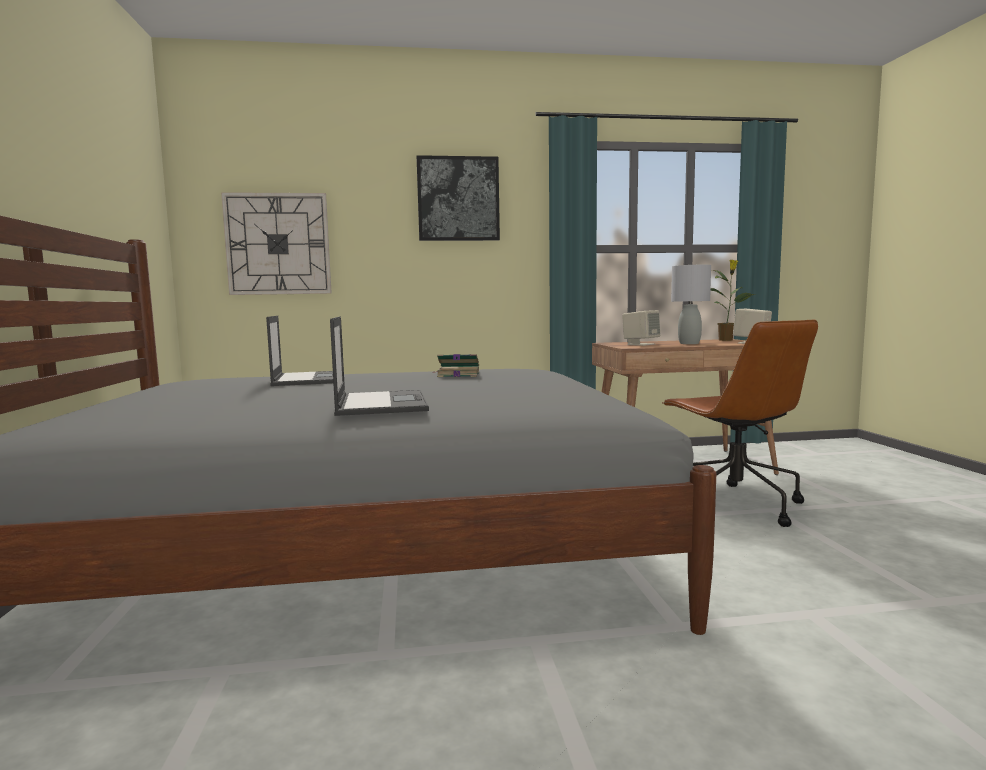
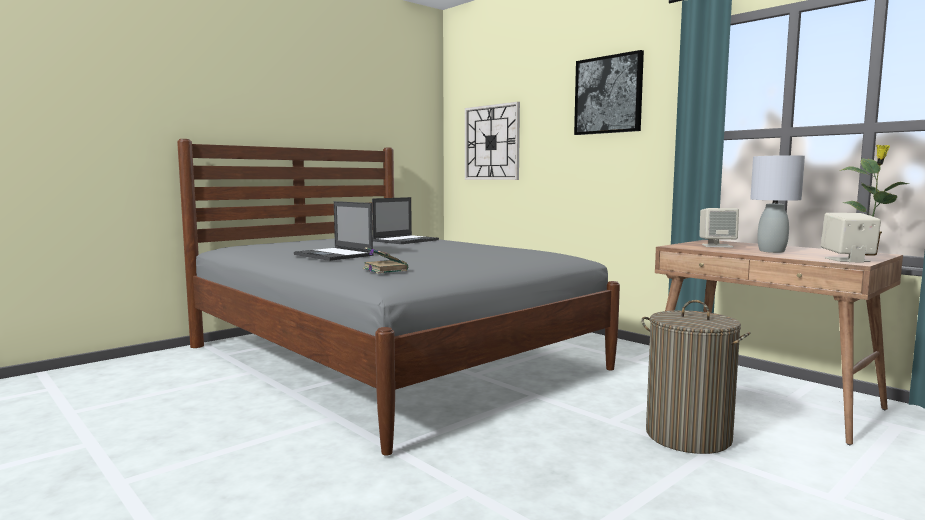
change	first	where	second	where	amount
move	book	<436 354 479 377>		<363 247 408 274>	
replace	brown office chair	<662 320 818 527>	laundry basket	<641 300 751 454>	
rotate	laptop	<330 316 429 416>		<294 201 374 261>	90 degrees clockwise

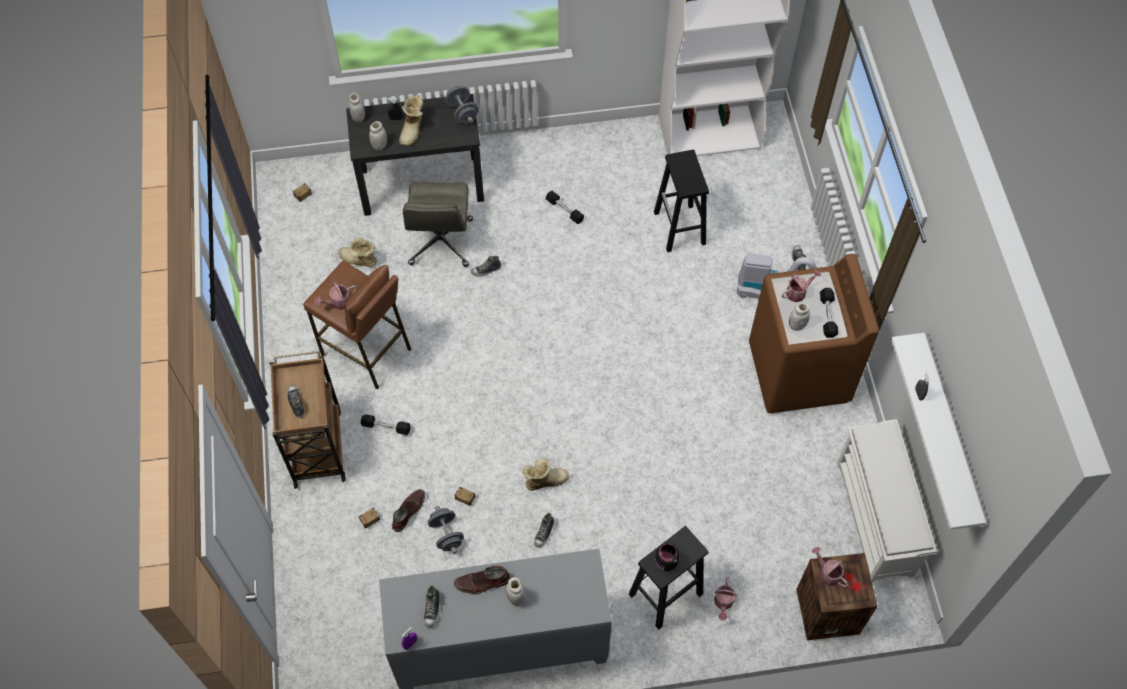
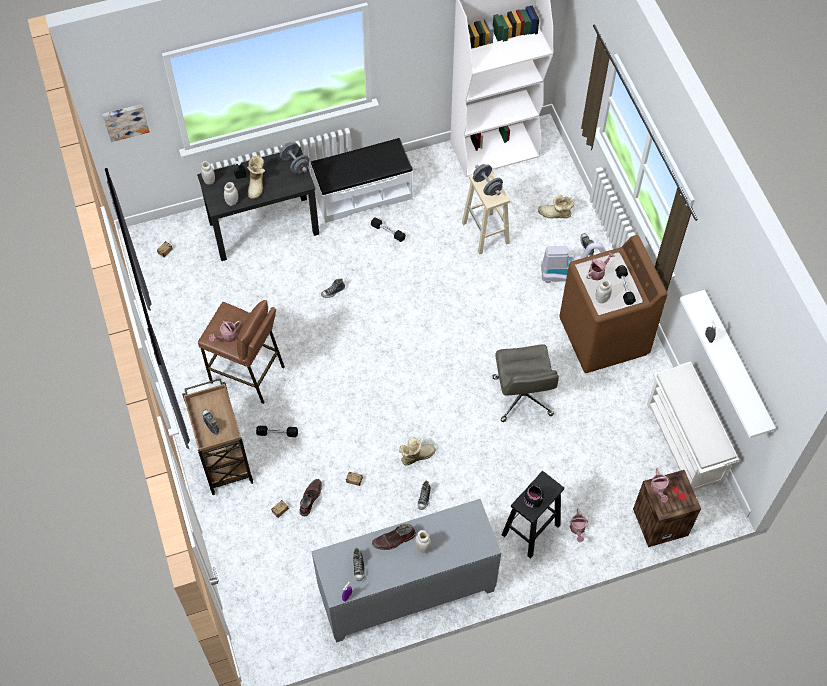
change	first	where	second	where	amount
insert			picture	<102 104 150 142>	
insert			white bench	<311 138 413 223>	
move	boot	<339 237 377 267>		<538 195 575 218>	
move	grey office chair	<403 181 473 267>		<493 344 559 422>	
move	grey dumbbell	<428 506 464 554>		<473 164 503 196>	
recolor	black stool	<654 150 709 252>	beige stool	<462 170 510 255>	
rotate	watering can	<812 547 849 588>		<650 468 670 503>	135 degrees counterclockwise

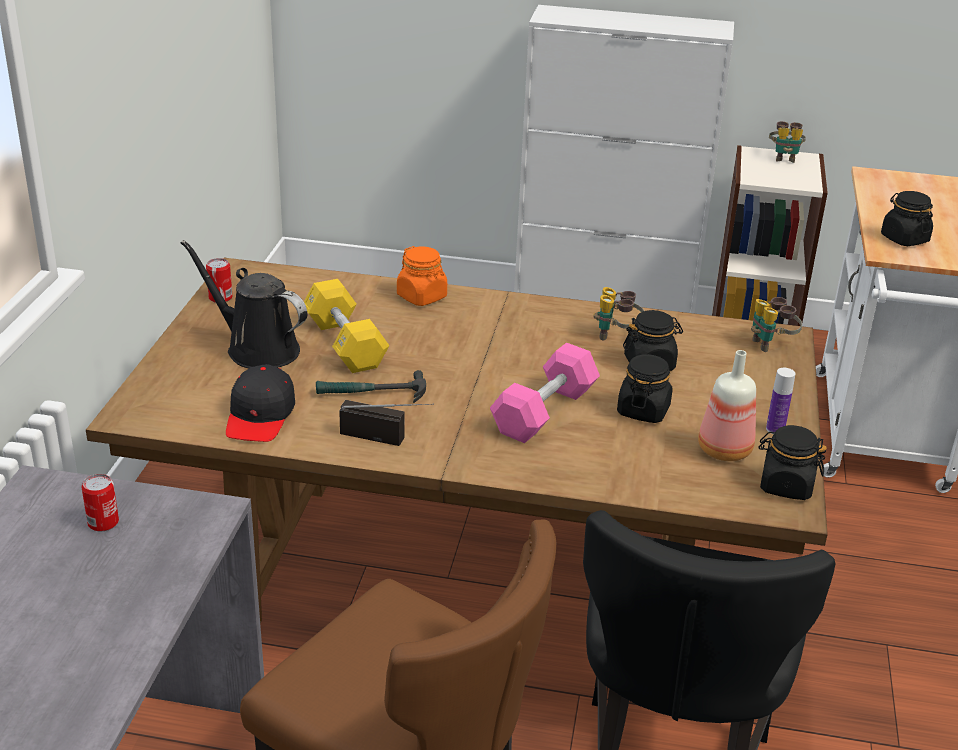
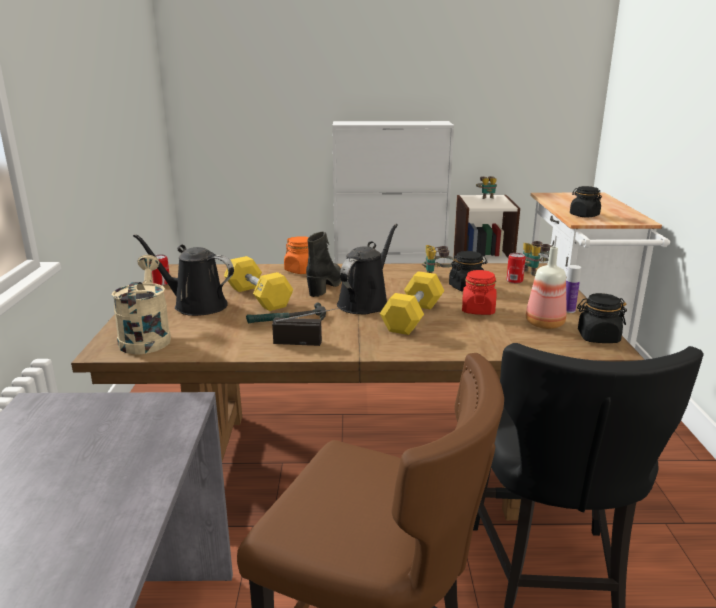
change	first	where	second	where	amount
delete	black cap	<226 364 295 442>			
insert			beige watering can	<112 255 171 354>	
insert			black boot	<306 231 341 297>	
insert			black watering can	<337 224 398 314>	
move	can	<82 474 119 531>		<506 253 526 283>	
recolor	pink dumbbell	<490 343 600 443>	yellow dumbbell	<380 271 445 335>	
recolor	black jar	<617 354 672 423>	red jar	<462 270 496 315>	

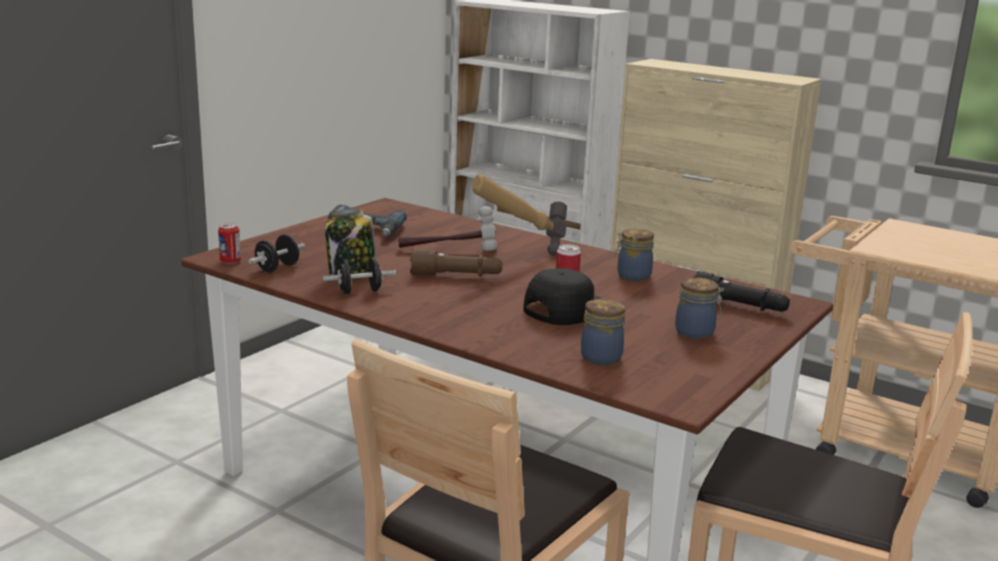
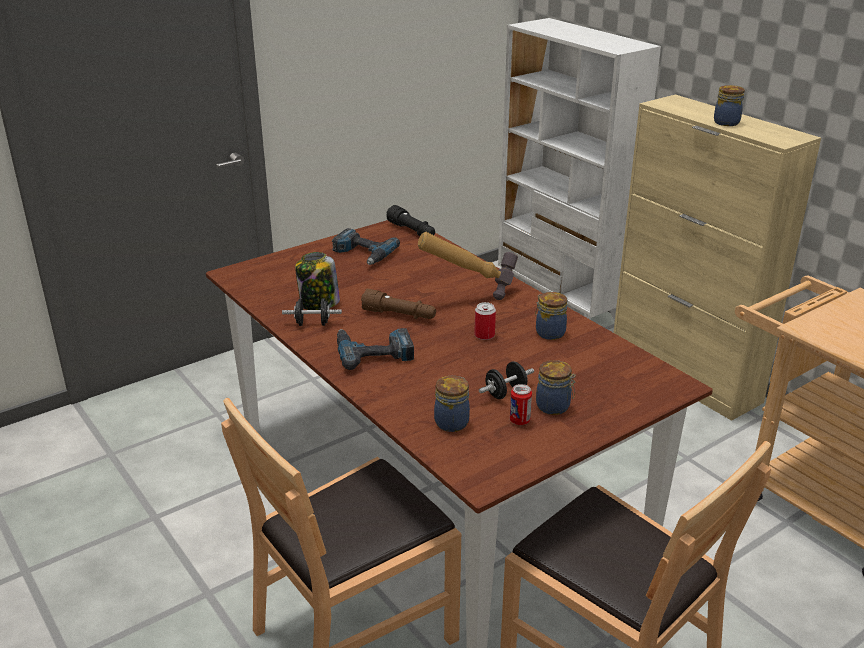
change	first	where	second	where	amount
delete	hammer	<398 206 497 251>			
delete	black cap	<523 268 603 325>			
insert			power drill	<337 328 414 370>	
insert			jar	<714 85 745 126>	
move	can	<218 223 241 264>		<510 384 532 425>	
move	black dumbbell	<249 234 305 272>		<479 362 534 399>	
move	black flashlight	<694 271 790 312>		<386 205 435 236>	

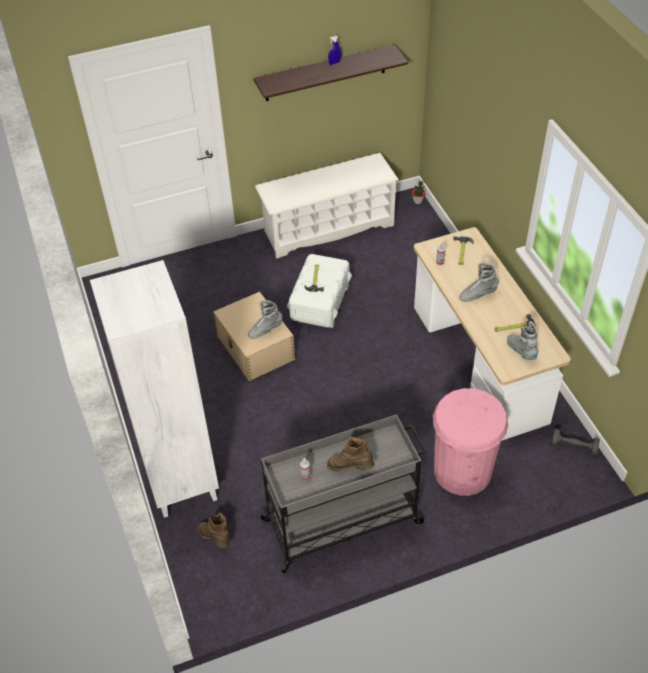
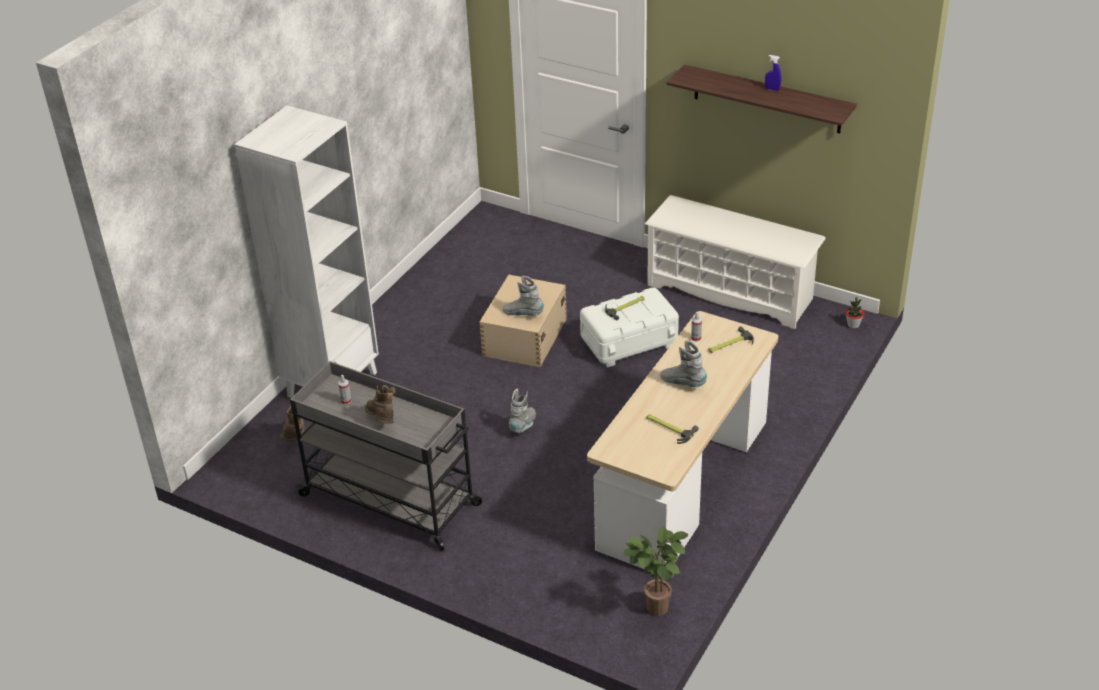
change	first	where	second	where	amount
delete	pink trash can	<433 388 508 496>			
move	grey boot	<507 321 539 360>		<509 389 536 433>	
replace	grey dumbbell	<551 428 600 456>	potted plant	<623 527 688 616>	

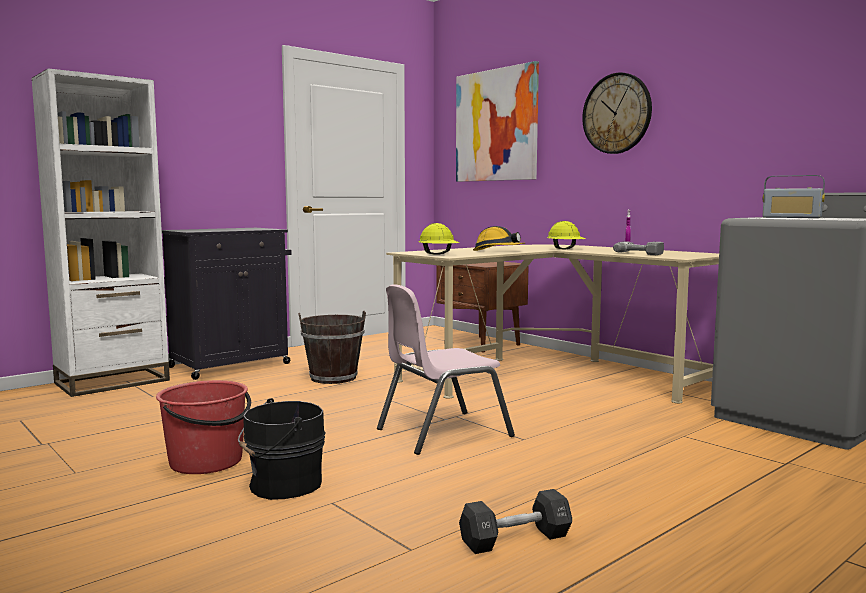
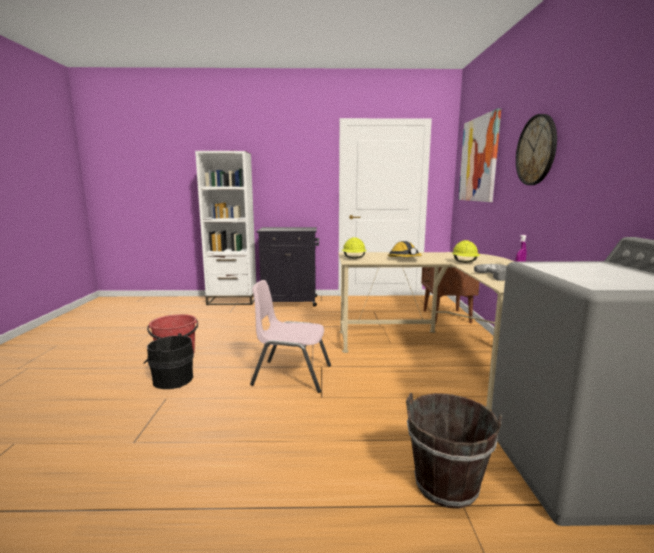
change	first	where	second	where	amount
delete	black dumbbell	<459 489 572 554>			
delete	radio	<763 175 825 218>			
move	brown bucket	<298 311 366 384>		<406 393 502 509>	

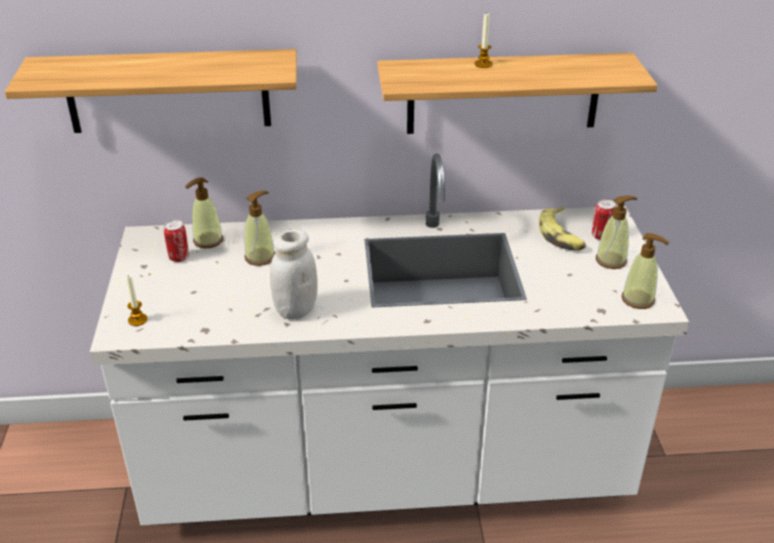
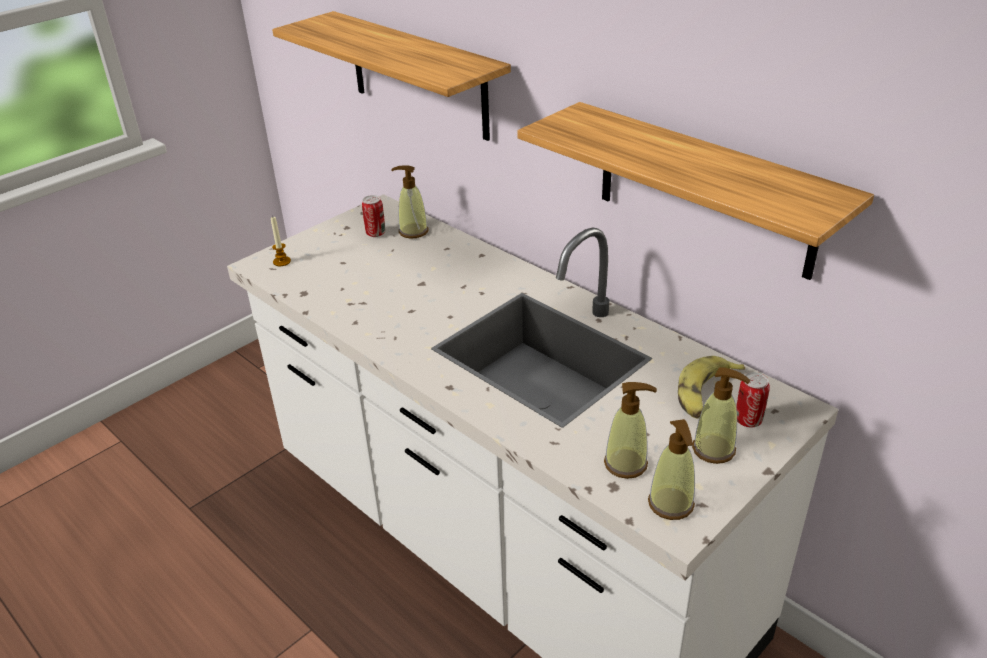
change	first	where	second	where	amount
delete	white jar	<270 229 317 319>			
delete	candle	<475 14 493 68>			
move	soap dispenser	<244 191 275 266>		<604 382 657 479>	

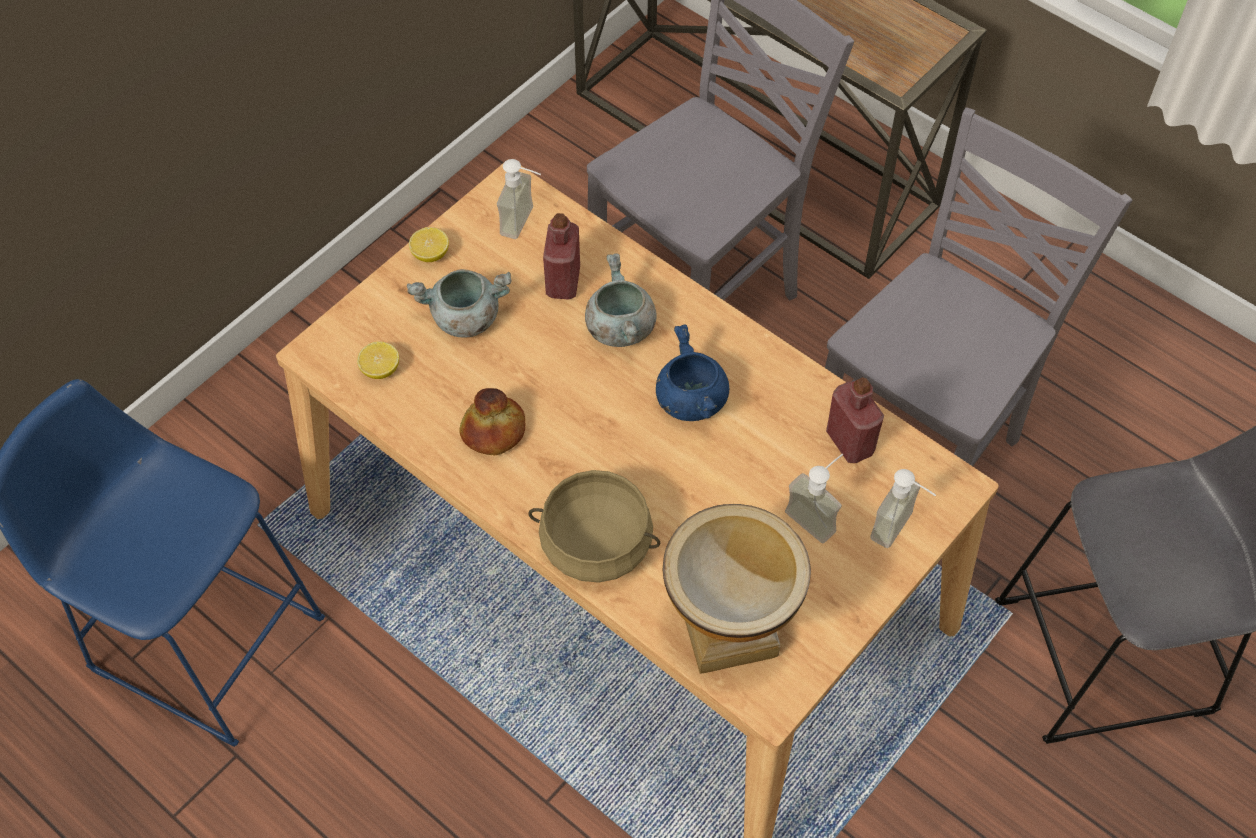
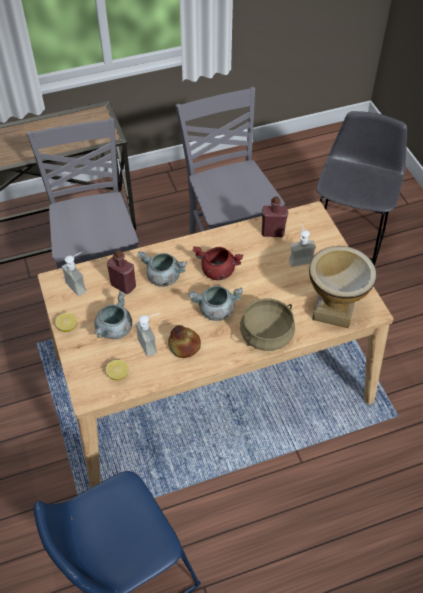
change	first	where	second	where	amount
insert			grey cooking pot	<189 286 243 321>	
move	soap dispenser	<870 469 936 548>		<135 313 160 357>	
recolor	blue cooking pot	<656 325 729 421>	red cooking pot	<192 246 243 280>	

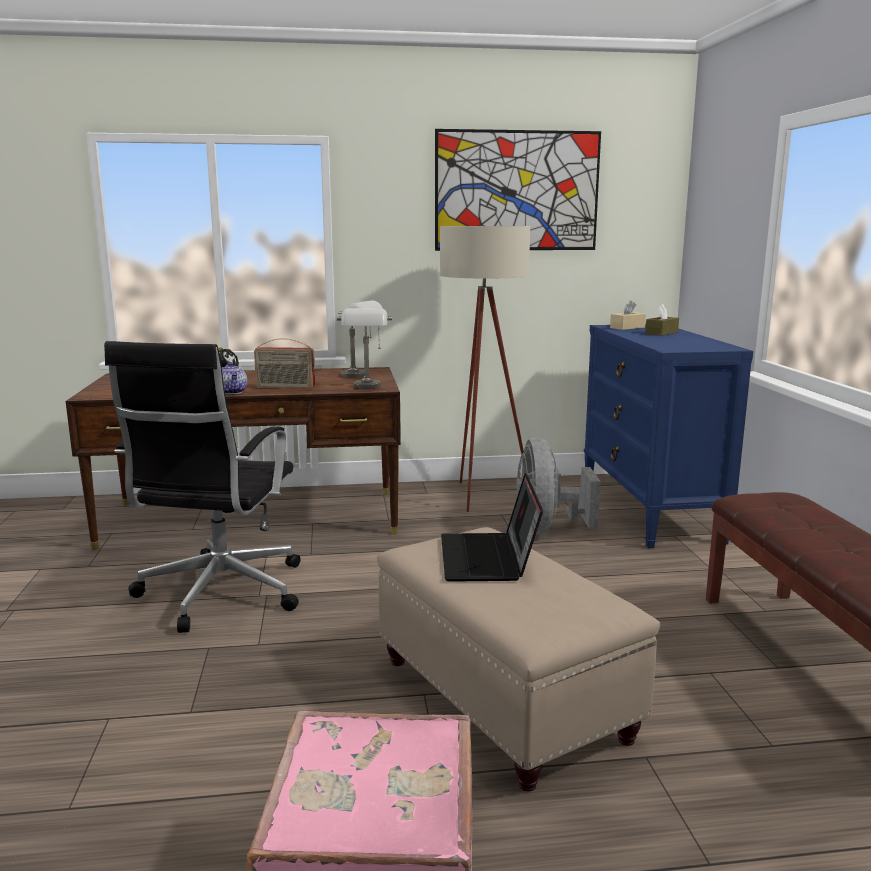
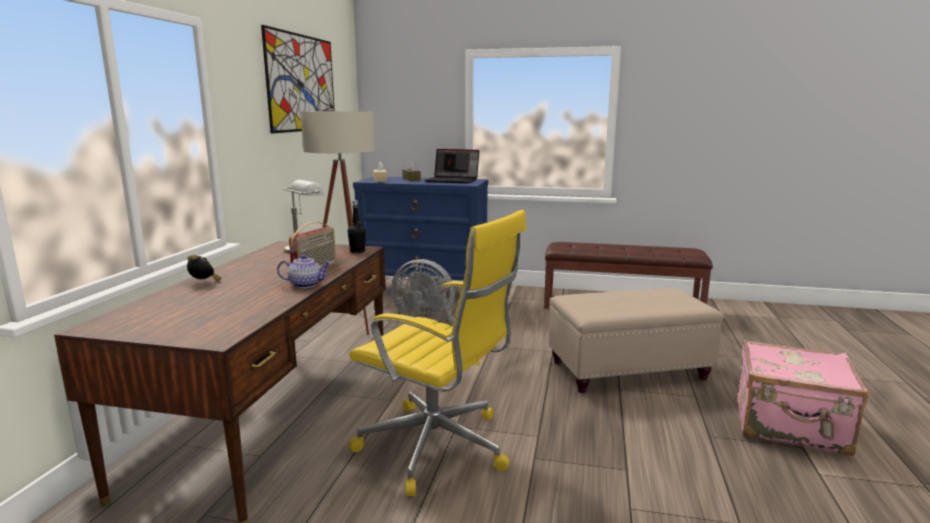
change	first	where	second	where	amount
move	laptop	<441 473 543 582>		<424 149 479 183>	
replace	grey table lamp	<337 308 392 389>	black bottle	<348 200 366 253>	
recolor	black office chair	<104 341 301 633>	yellow office chair	<349 210 527 496>	

